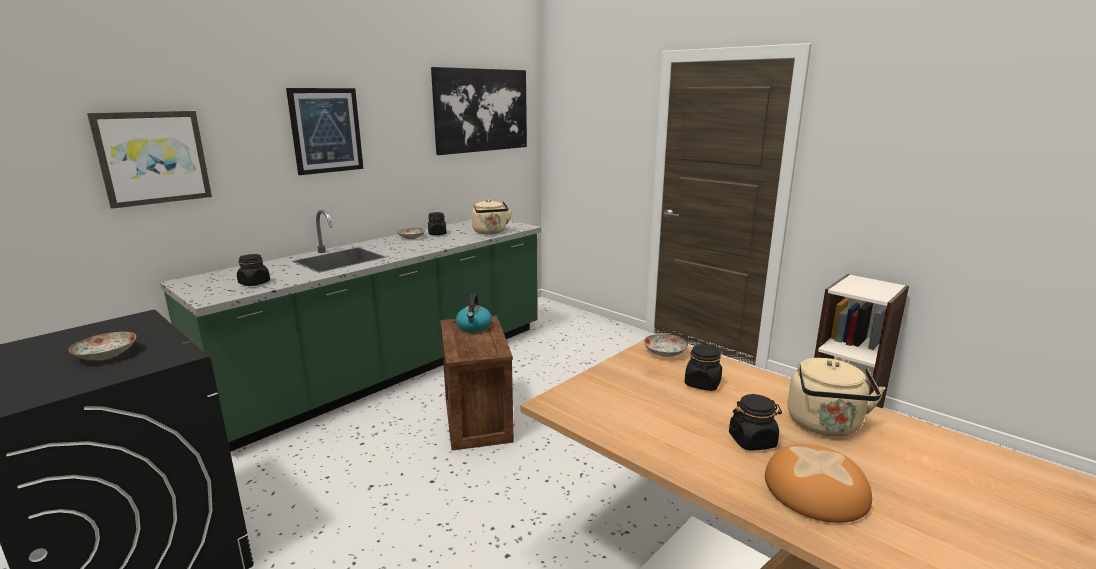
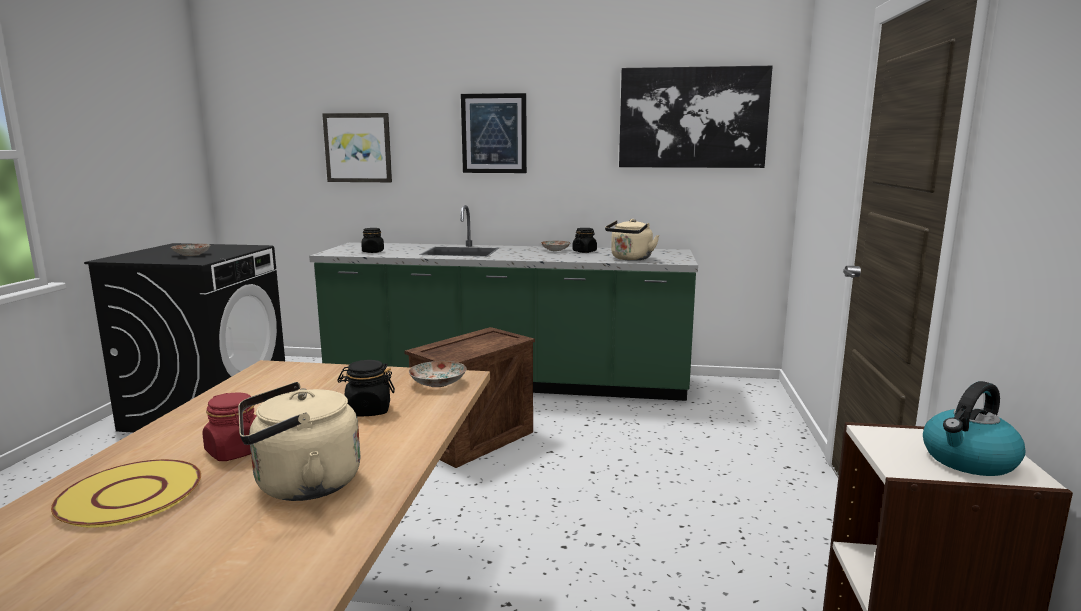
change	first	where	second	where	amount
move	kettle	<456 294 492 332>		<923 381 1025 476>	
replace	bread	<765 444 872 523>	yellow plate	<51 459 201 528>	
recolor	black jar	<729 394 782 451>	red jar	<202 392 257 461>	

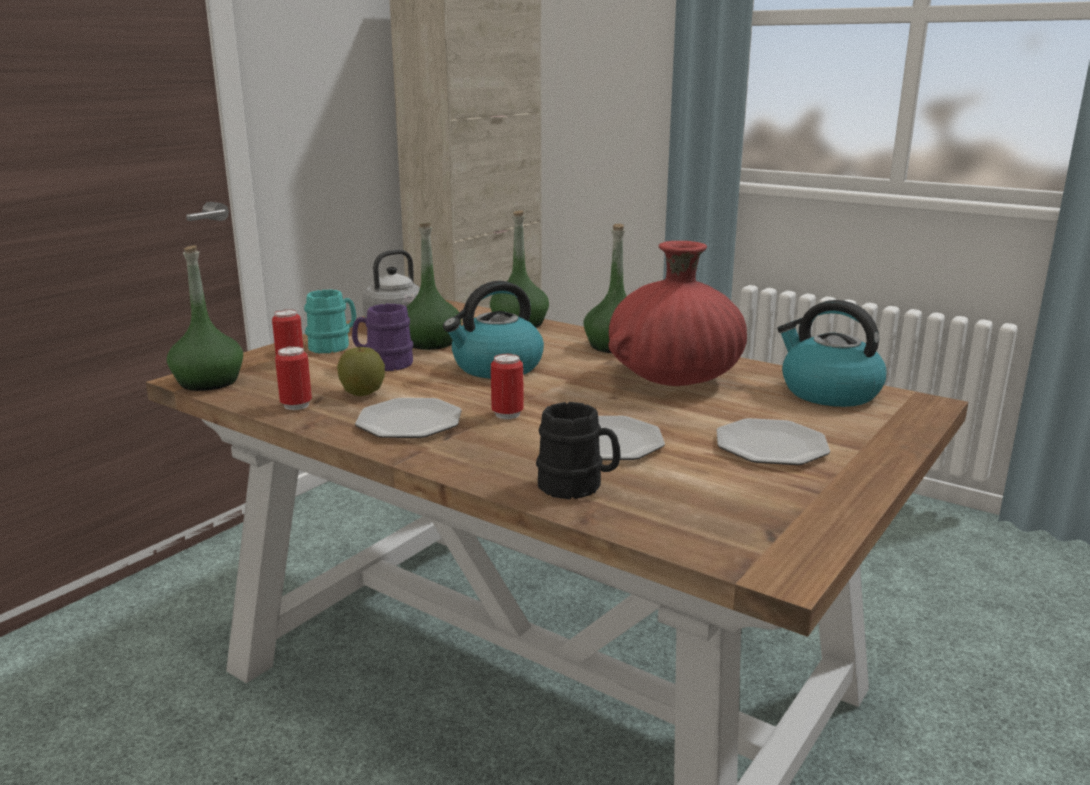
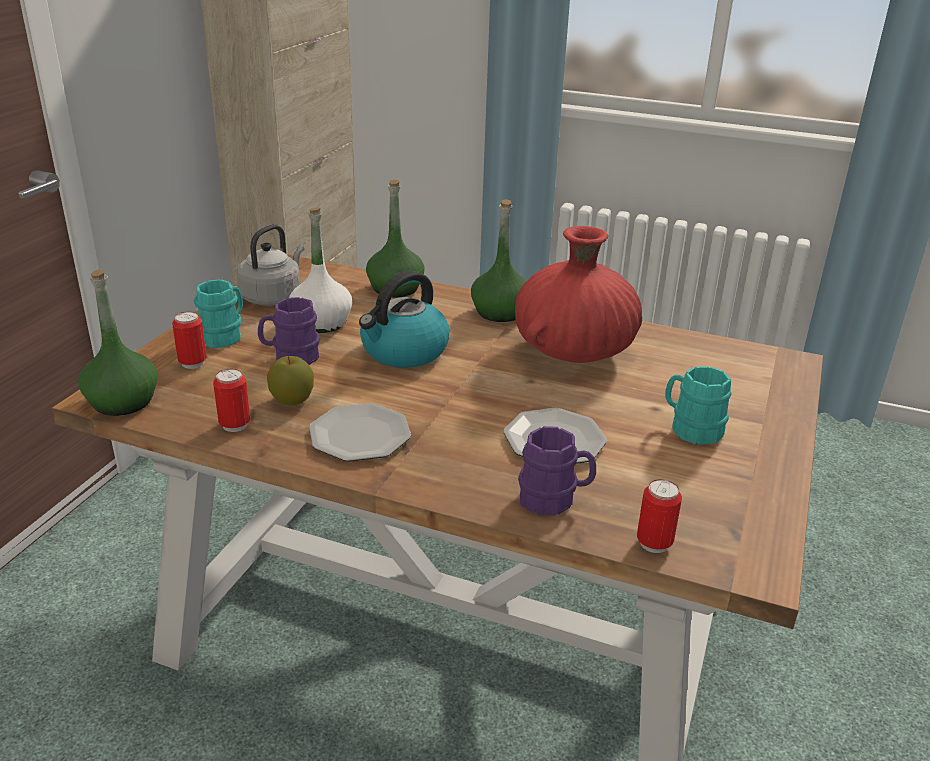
change	first	where	second	where	amount
delete	kettle	<777 300 887 407>			
move	can	<491 354 524 419>		<637 479 682 553>	
replace	plate	<717 418 830 465>	turquoise mug	<665 366 731 445>	
recolor	green bottle	<406 223 461 350>	white bottle	<289 207 352 333>	
recolor	black mug	<536 402 621 499>	purple mug	<518 426 596 516>	

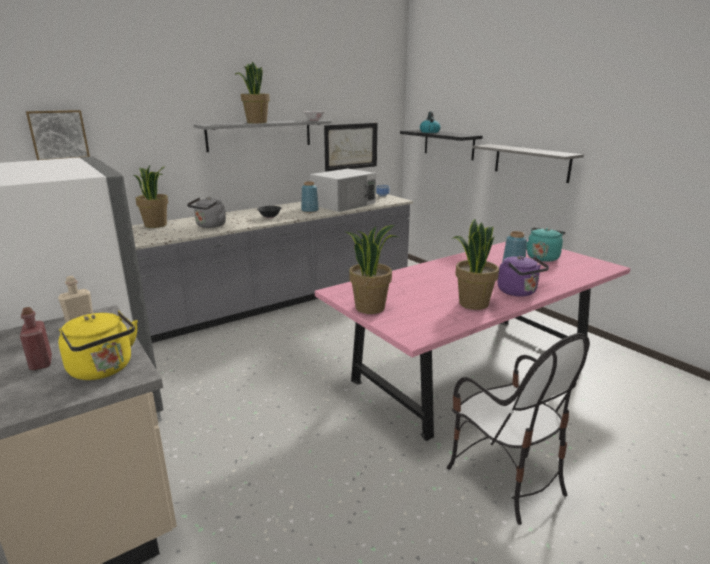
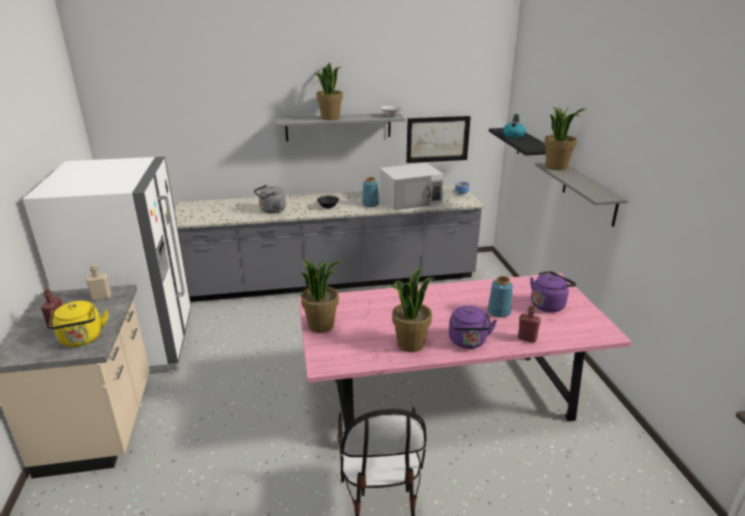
change	first	where	second	where	amount
delete	picture	<26 110 90 160>			
insert			red bottle	<518 305 541 343>	
move	potted plant	<134 166 168 228>		<544 106 587 170>	
recolor	turquoise kettle	<526 228 565 262>	purple kettle	<530 271 577 312>	

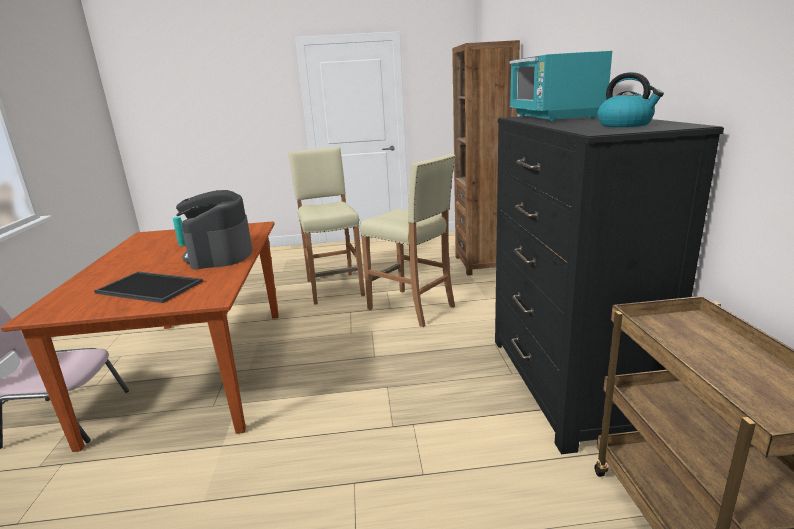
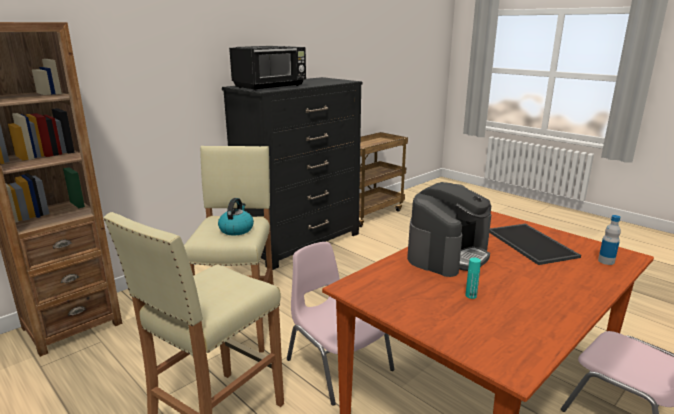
change	first	where	second	where	amount
insert			pink chair	<287 242 395 406>	
insert			bottle	<598 215 621 265>	
move	kettle	<597 72 664 127>		<218 198 254 235>	
recolor	turquoise microwave	<509 51 612 122>	black microwave	<229 46 306 91>	

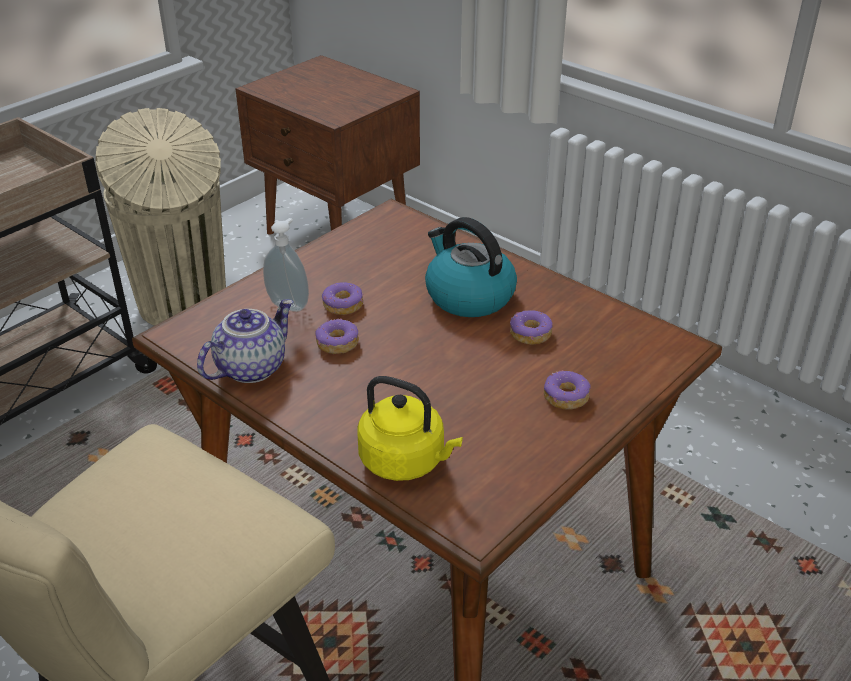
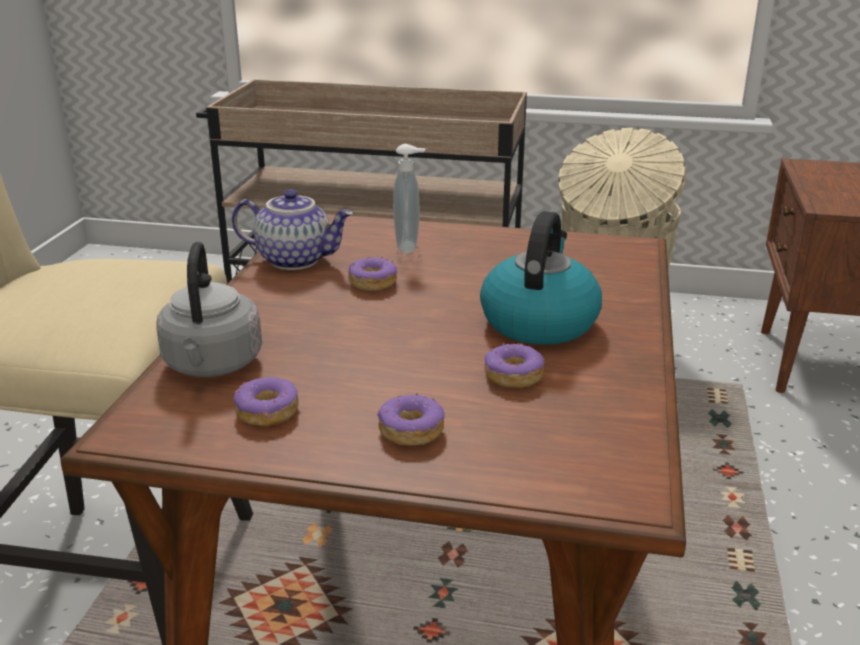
change	first	where	second	where	amount
move	donut	<322 282 363 315>		<233 377 299 426>	
recolor	yellow kettle	<358 376 463 481>	grey kettle	<156 242 262 377>	

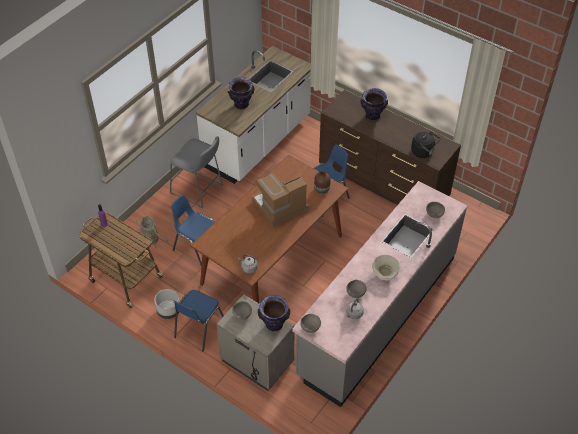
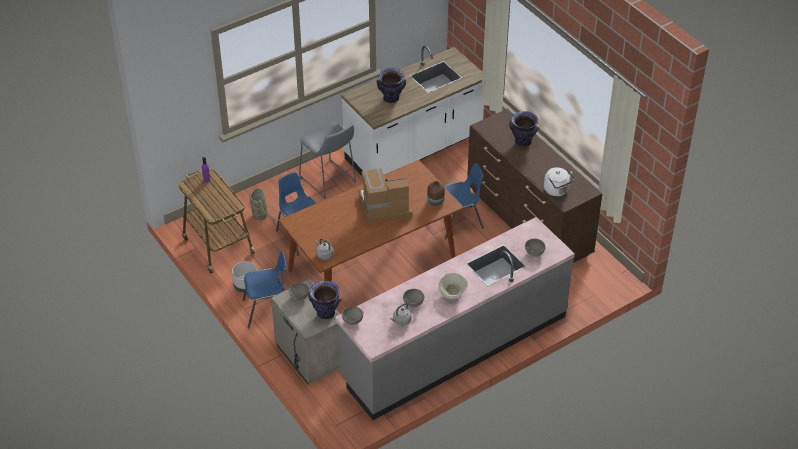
change	first	where	second	where	amount
recolor	black kettle	<411 132 440 158>	white kettle	<544 167 575 196>	
rotate	blue chair	<174 290 224 351>		<243 251 286 328>	150 degrees counterclockwise

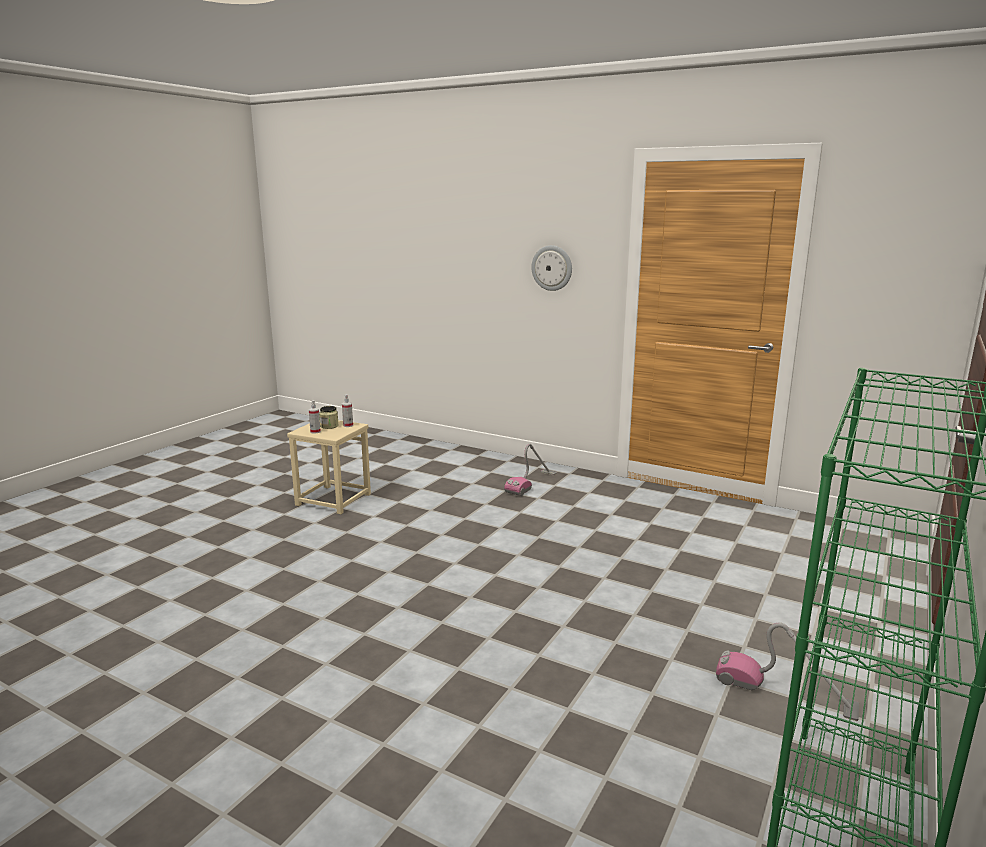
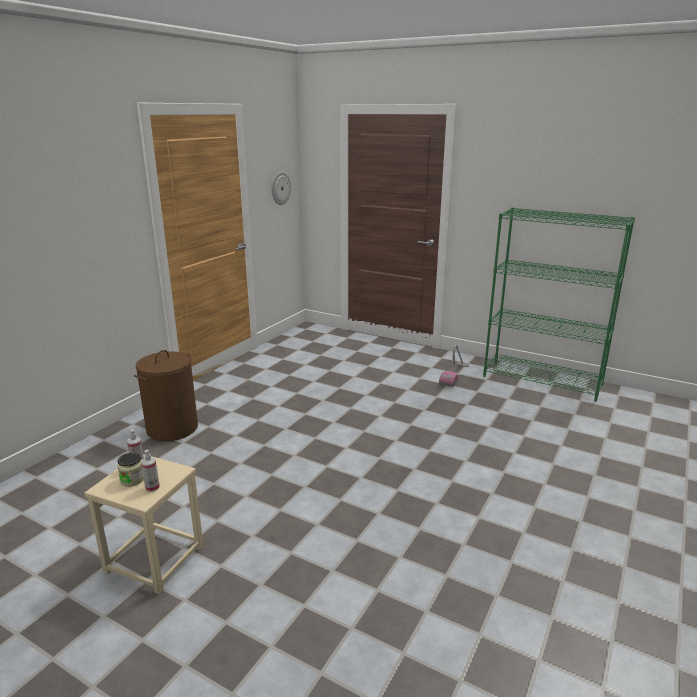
change	first	where	second	where	amount
move	wall clock	<531 245 572 291>		<272 171 291 205>	
replace	vacuum cleaner	<504 443 557 496>	brown laundry basket	<134 350 198 441>	

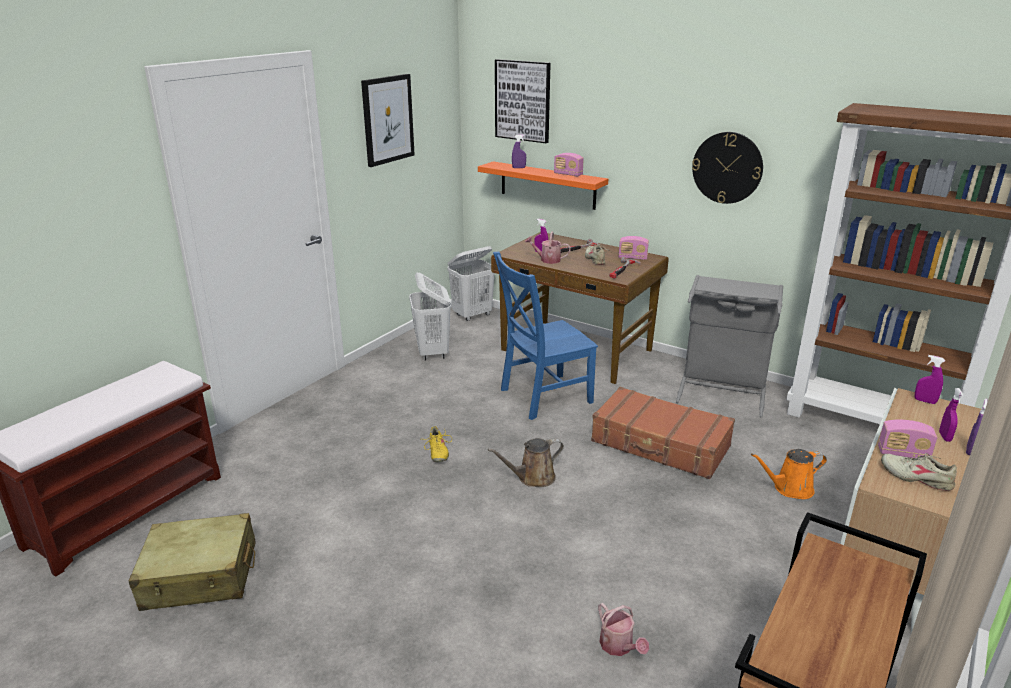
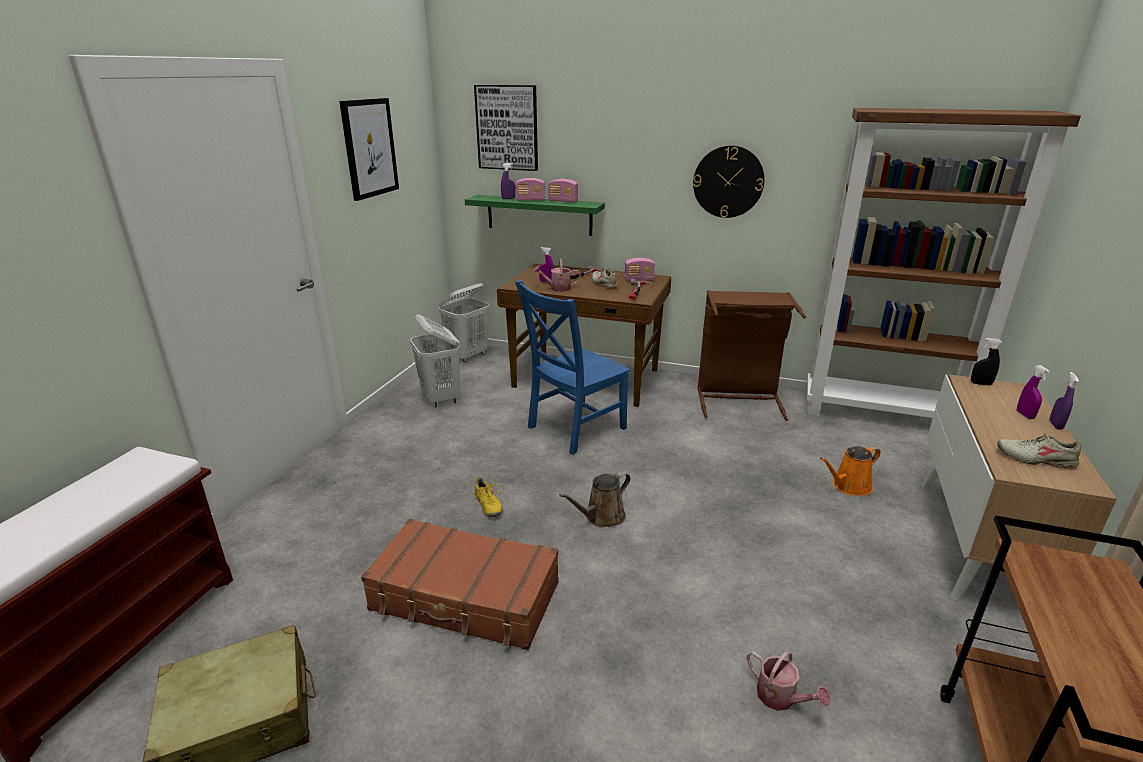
change	first	where	second	where	amount
move	brown suitcase	<591 387 735 479>		<361 519 559 650>	
move	radio	<878 420 937 459>		<516 178 545 201>	
recolor	orange shelf	<478 161 608 210>	green shelf	<465 195 605 236>	
recolor	grey laundry basket	<676 275 783 417>	brown laundry basket	<697 290 806 421>	
recolor	purple spray bottle	<915 355 945 404>	black spray bottle	<971 338 1003 385>	

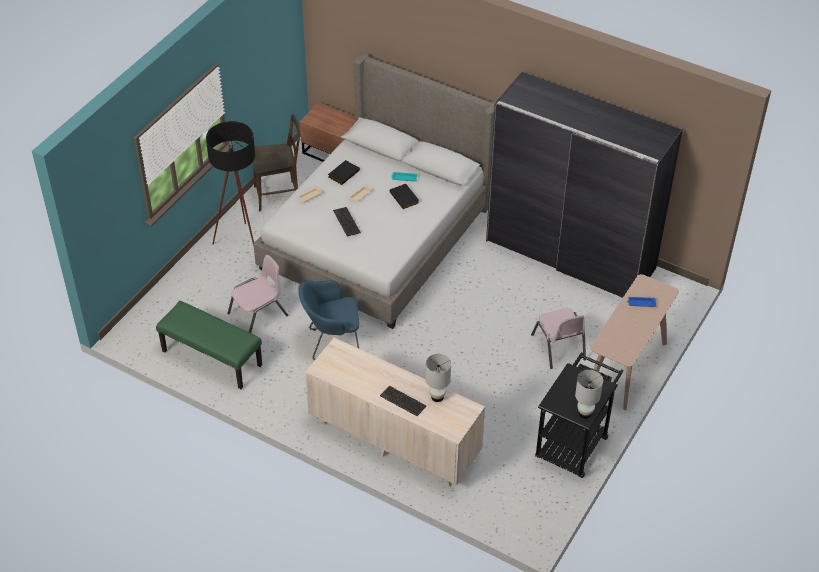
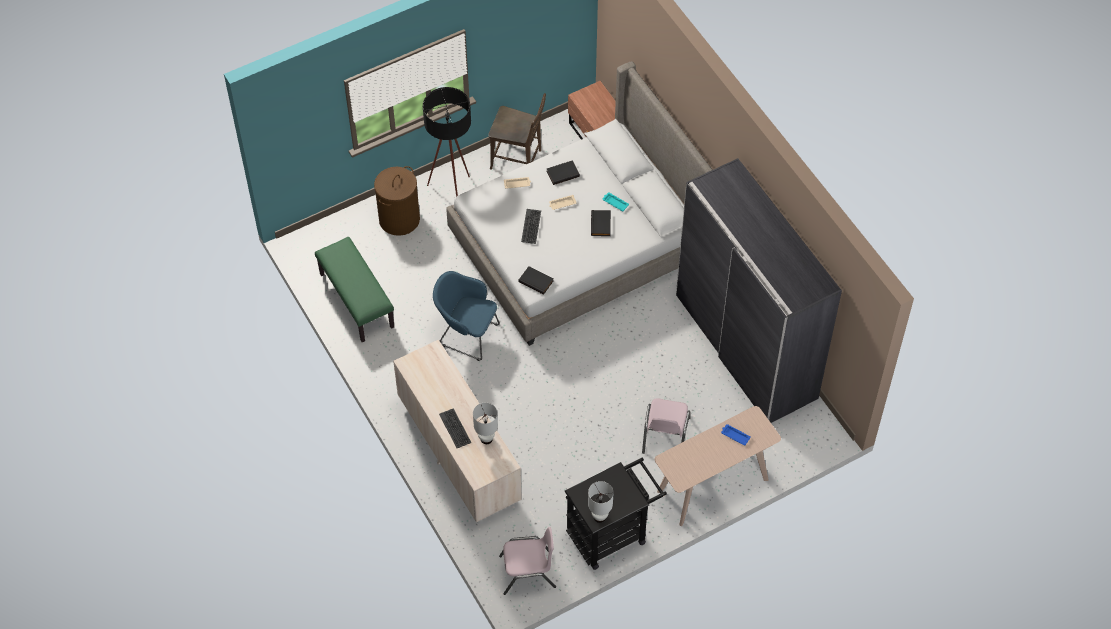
change	first	where	second	where	amount
insert			brown laundry basket	<374 166 420 236>	
insert			black book	<518 266 554 295>	
move	pink chair	<227 255 288 333>		<499 527 556 595>	

